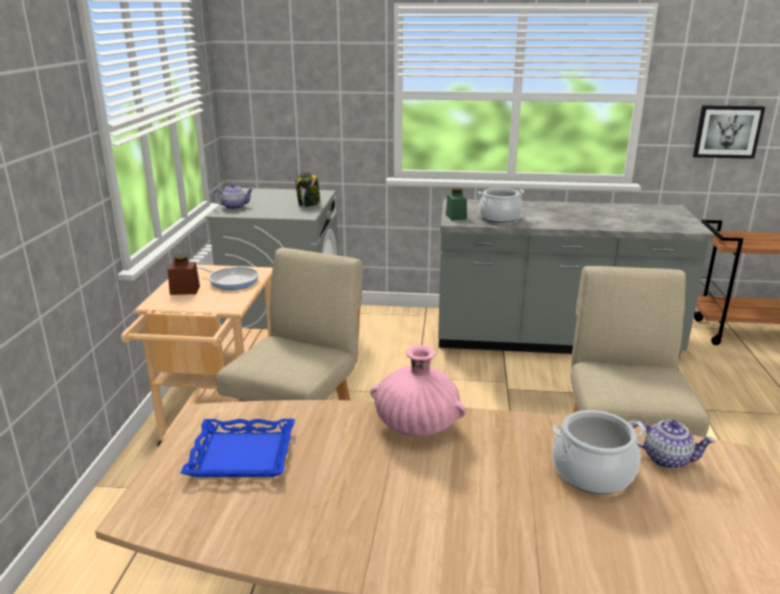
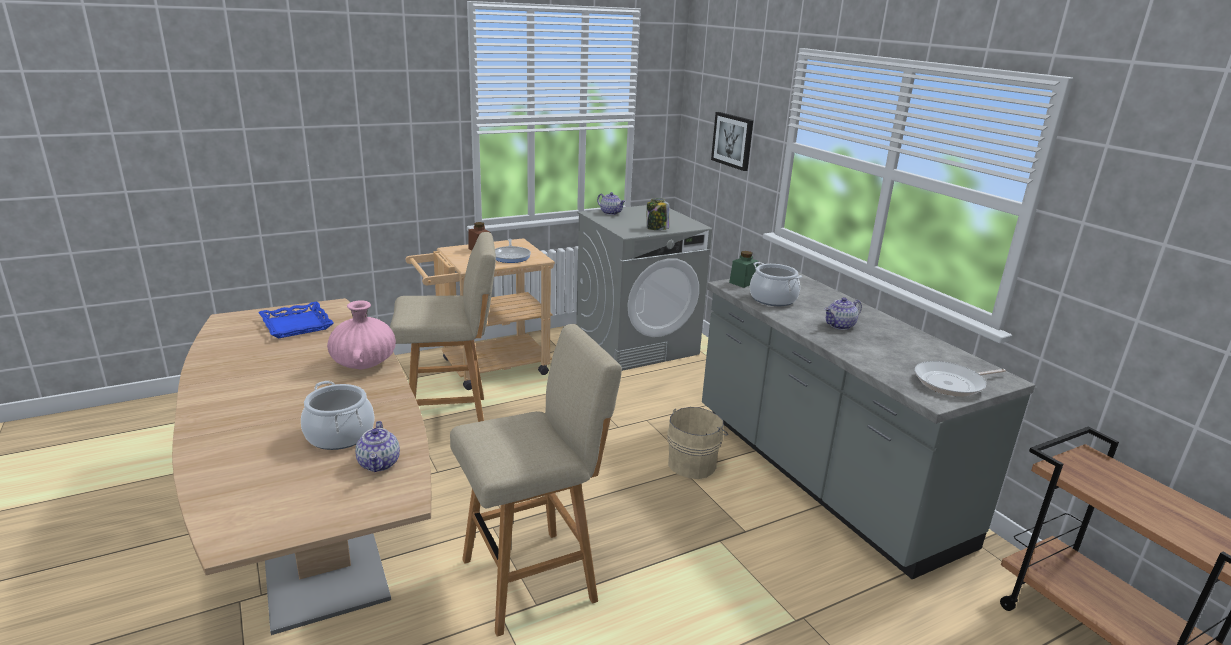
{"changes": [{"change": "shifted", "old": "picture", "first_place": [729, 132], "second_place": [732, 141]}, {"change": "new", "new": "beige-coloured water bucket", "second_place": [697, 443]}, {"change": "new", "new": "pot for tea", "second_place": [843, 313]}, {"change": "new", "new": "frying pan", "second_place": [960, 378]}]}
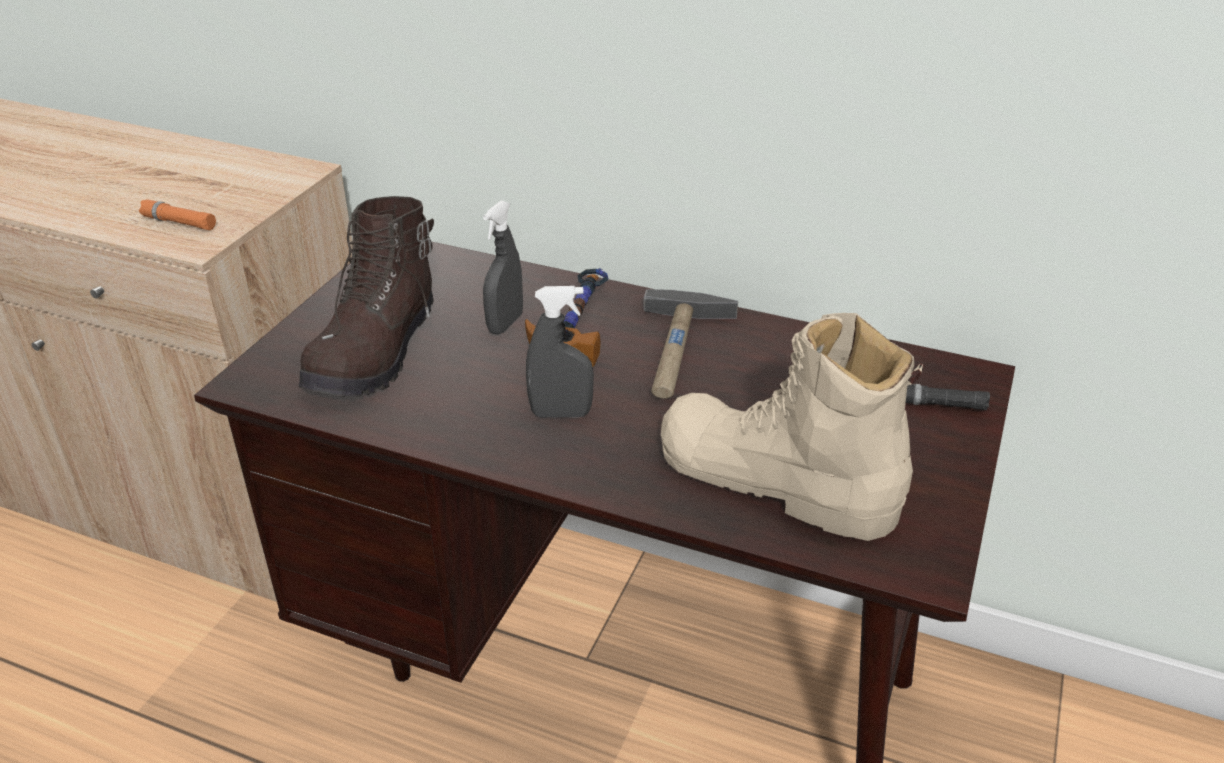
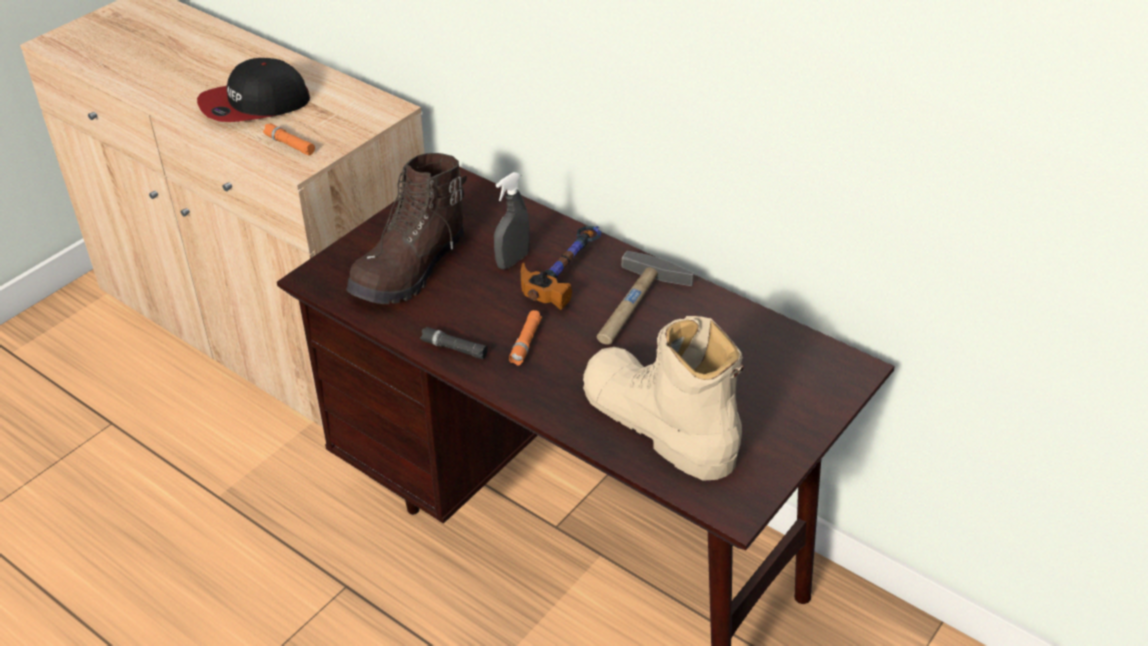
{"changes": [{"change": "swapped", "old": "grey spray bottle", "new": "orangey torch", "first_place": [560, 352], "second_place": [525, 338]}, {"change": "shifted", "old": "blackish torch", "first_place": [948, 397], "second_place": [454, 343]}, {"change": "new", "new": "cap", "second_place": [253, 90]}]}
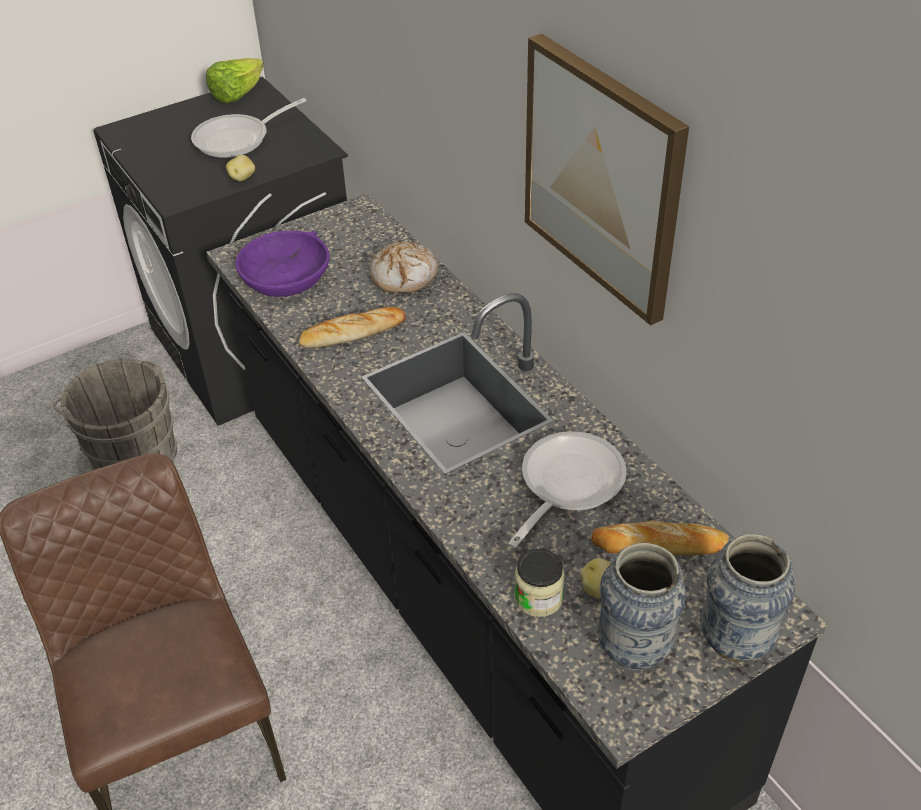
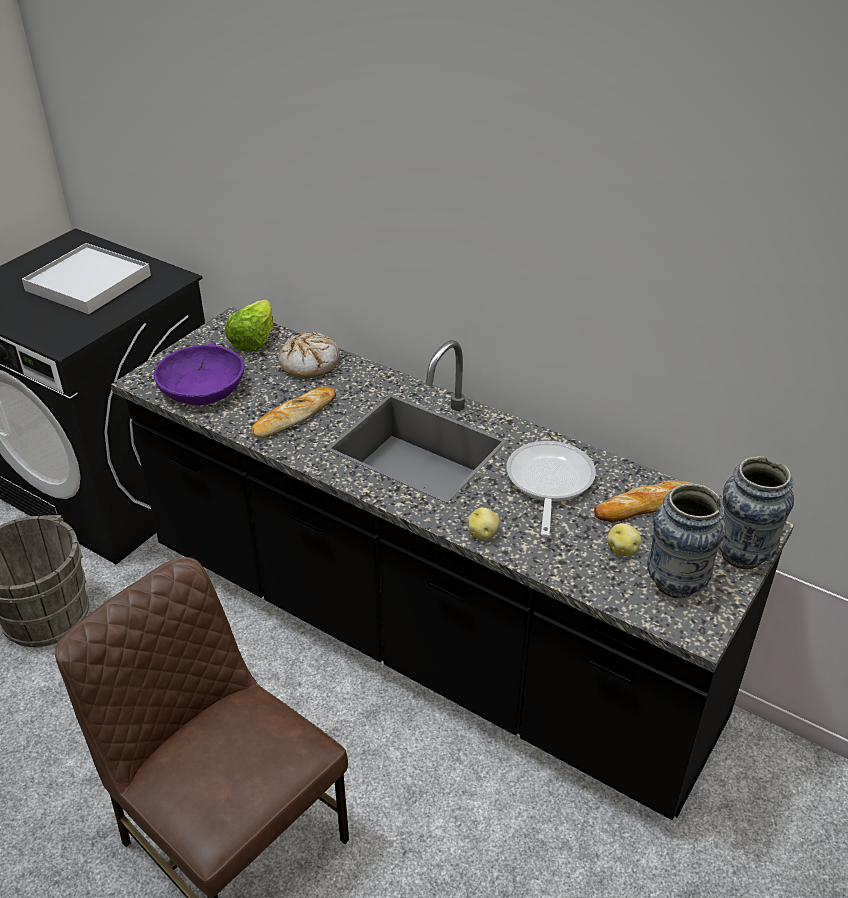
{"changes": [{"change": "swapped", "old": "frying pan", "new": "whitish serving tray", "first_place": [249, 128], "second_place": [86, 278]}, {"change": "shifted", "old": "lettuce head", "first_place": [235, 80], "second_place": [249, 325]}, {"change": "shifted", "old": "spud", "first_place": [240, 168], "second_place": [483, 523]}, {"change": "gone", "old": "preserve jar", "first_place": [539, 583]}, {"change": "gone", "old": "picture", "first_place": [607, 180]}]}
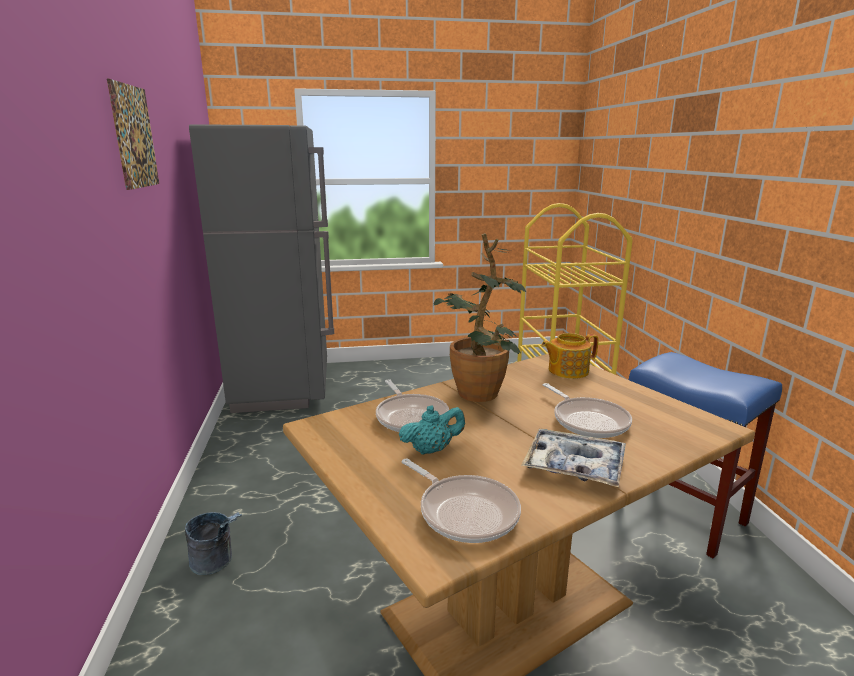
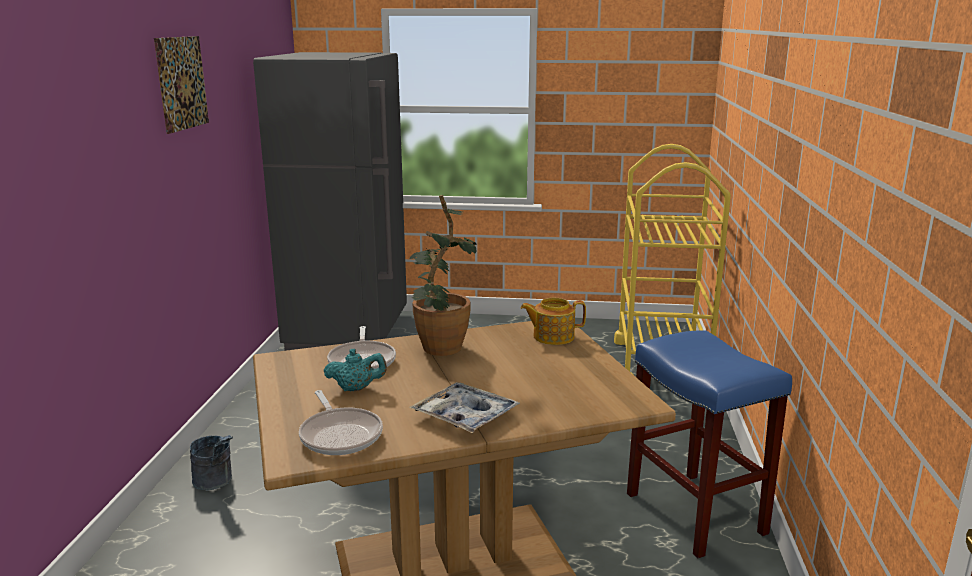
{"changes": [{"change": "gone", "old": "frying pan", "first_place": [587, 410]}]}
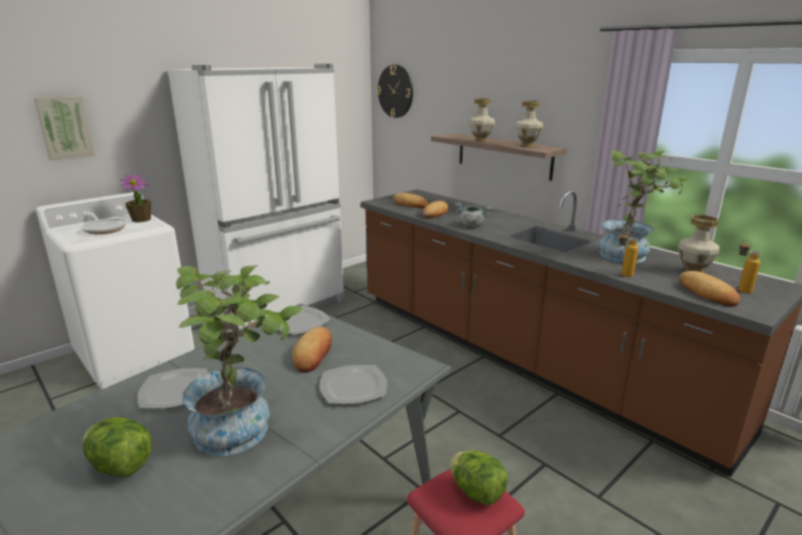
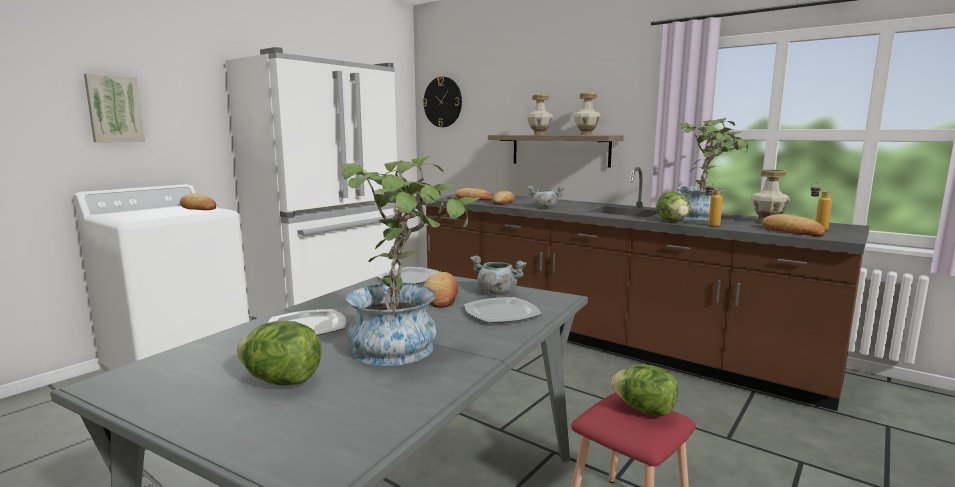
{"changes": [{"change": "gone", "old": "frying pan", "first_place": [103, 222]}, {"change": "swapped", "old": "potted plant", "new": "bakery bread", "first_place": [135, 198], "second_place": [198, 201]}, {"change": "new", "new": "grey saucepot", "second_place": [498, 275]}, {"change": "new", "new": "lettuce head", "second_place": [673, 206]}]}
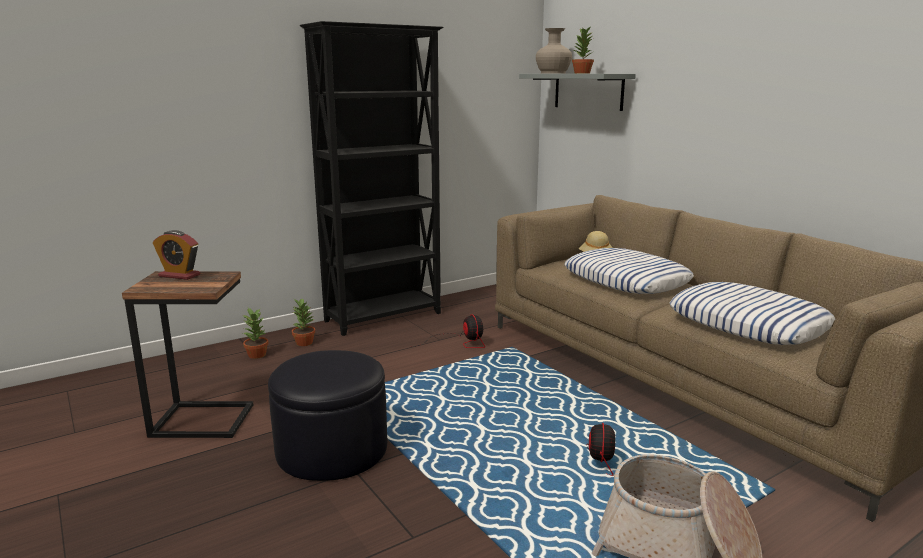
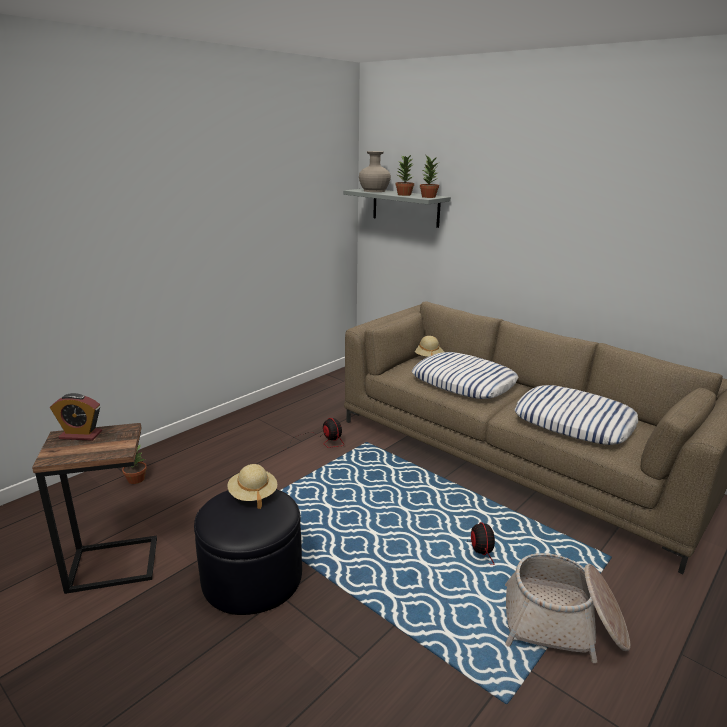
{"changes": [{"change": "shifted", "old": "potted plant", "first_place": [303, 322], "second_place": [429, 177]}, {"change": "gone", "old": "blackish bookshelf", "first_place": [372, 178]}, {"change": "new", "new": "beige-coloured clothing hat", "second_place": [252, 486]}]}
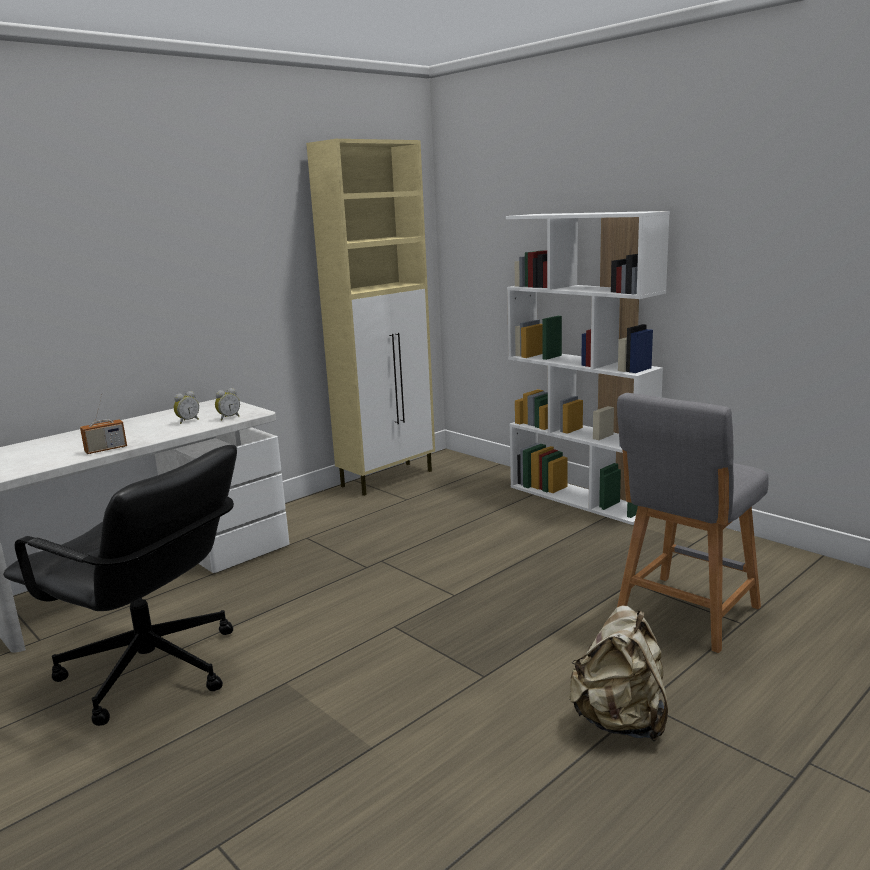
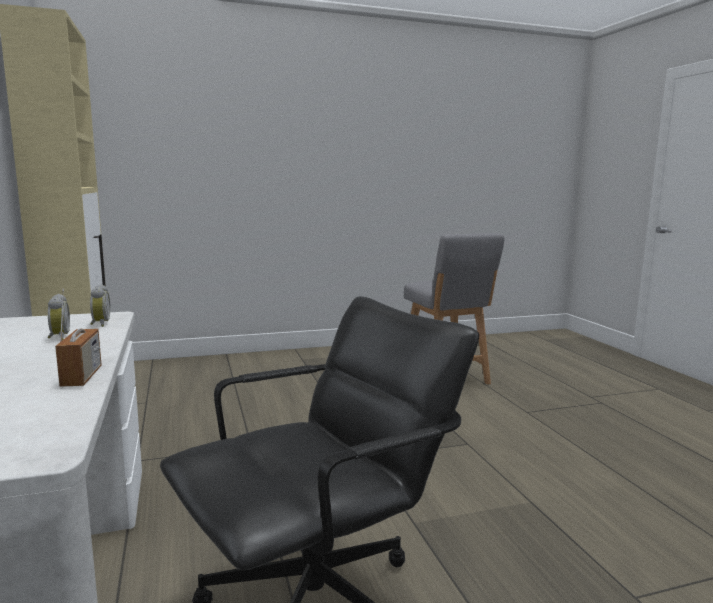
{"changes": [{"change": "gone", "old": "whitish bookshelf", "first_place": [588, 368]}, {"change": "gone", "old": "beige-coloured backpack", "first_place": [619, 673]}]}
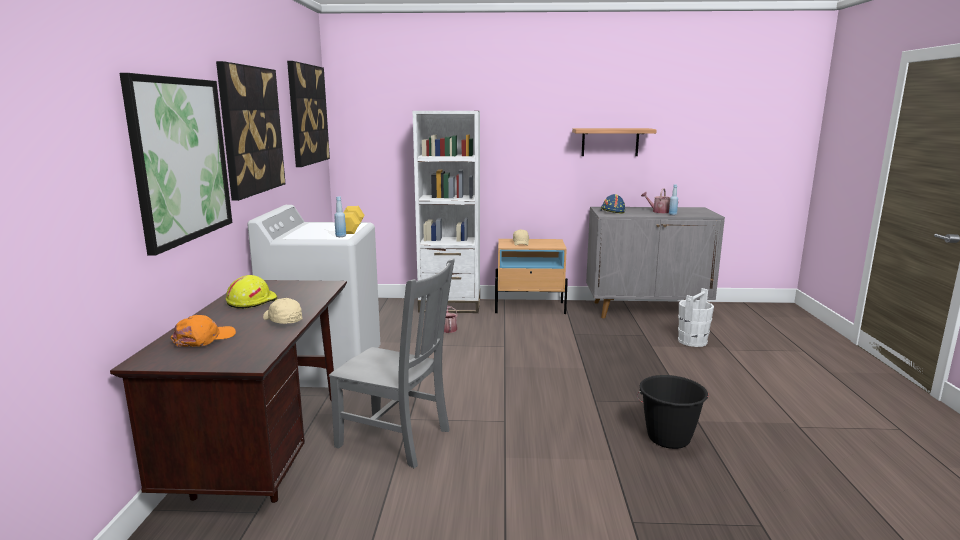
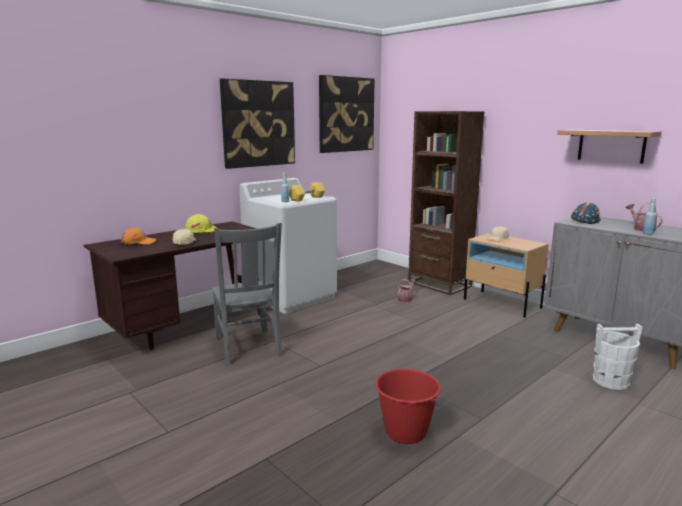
{"changes": [{"change": "gone", "old": "picture", "first_place": [175, 164]}, {"change": "repainted", "old": "whitish bookshelf", "new": "brownish bookshelf", "first_place": [446, 212], "second_place": [446, 203]}, {"change": "repainted", "old": "blackish water bucket", "new": "reddish water bucket", "first_place": [672, 412], "second_place": [408, 406]}]}
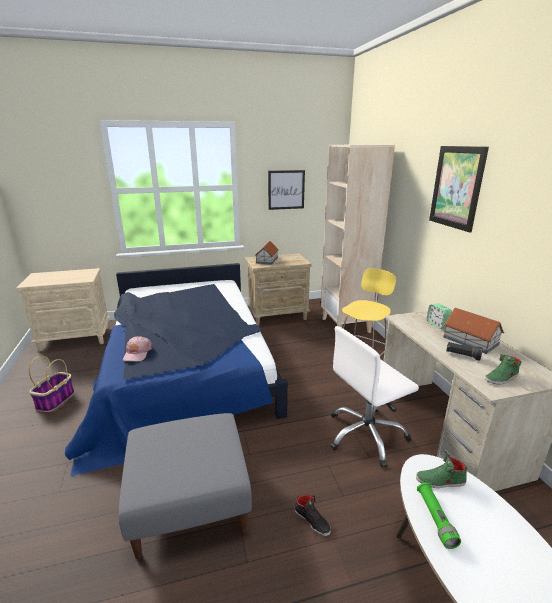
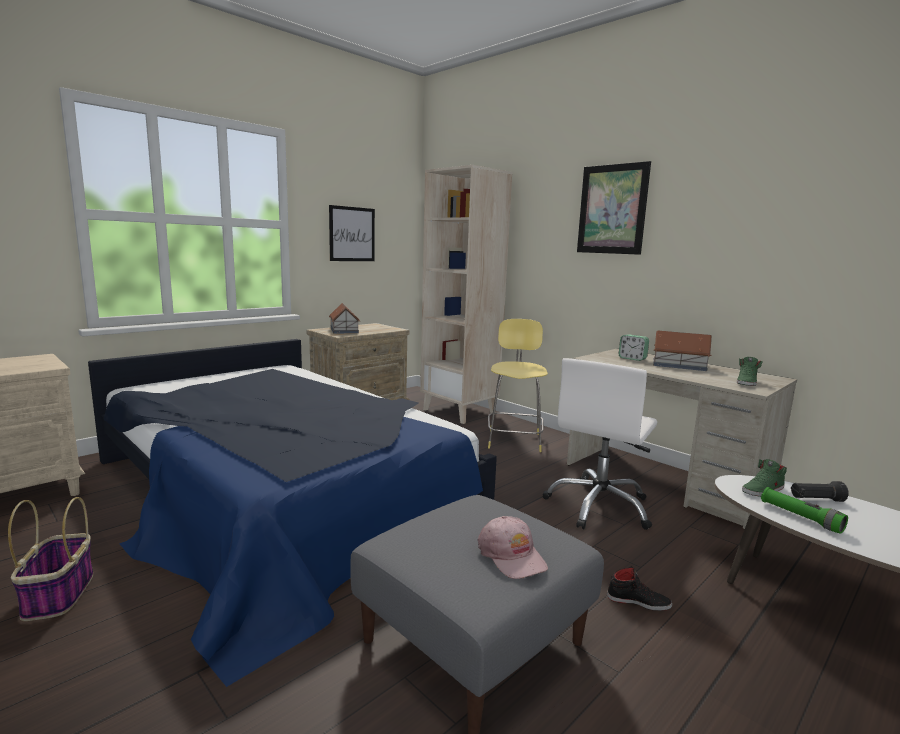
{"changes": [{"change": "shifted", "old": "pink-coloured cap", "first_place": [137, 348], "second_place": [513, 547]}, {"change": "shifted", "old": "blackish torch", "first_place": [464, 351], "second_place": [820, 491]}]}
